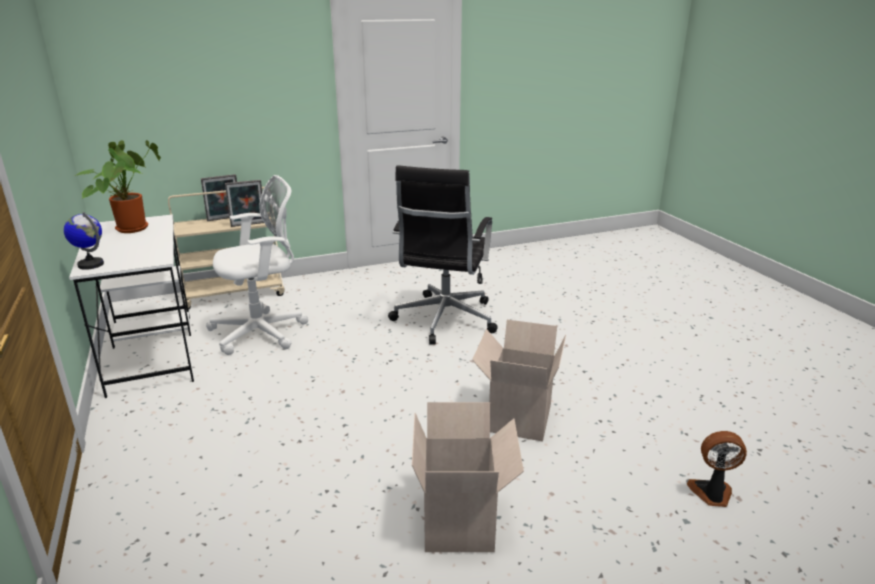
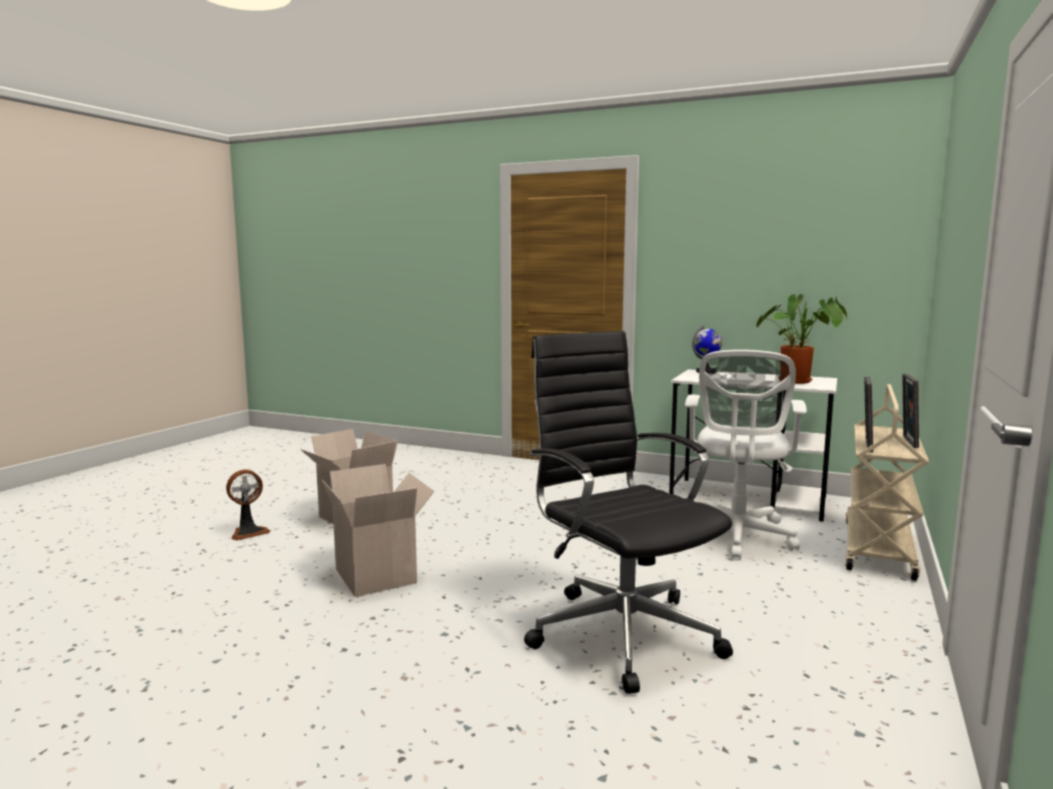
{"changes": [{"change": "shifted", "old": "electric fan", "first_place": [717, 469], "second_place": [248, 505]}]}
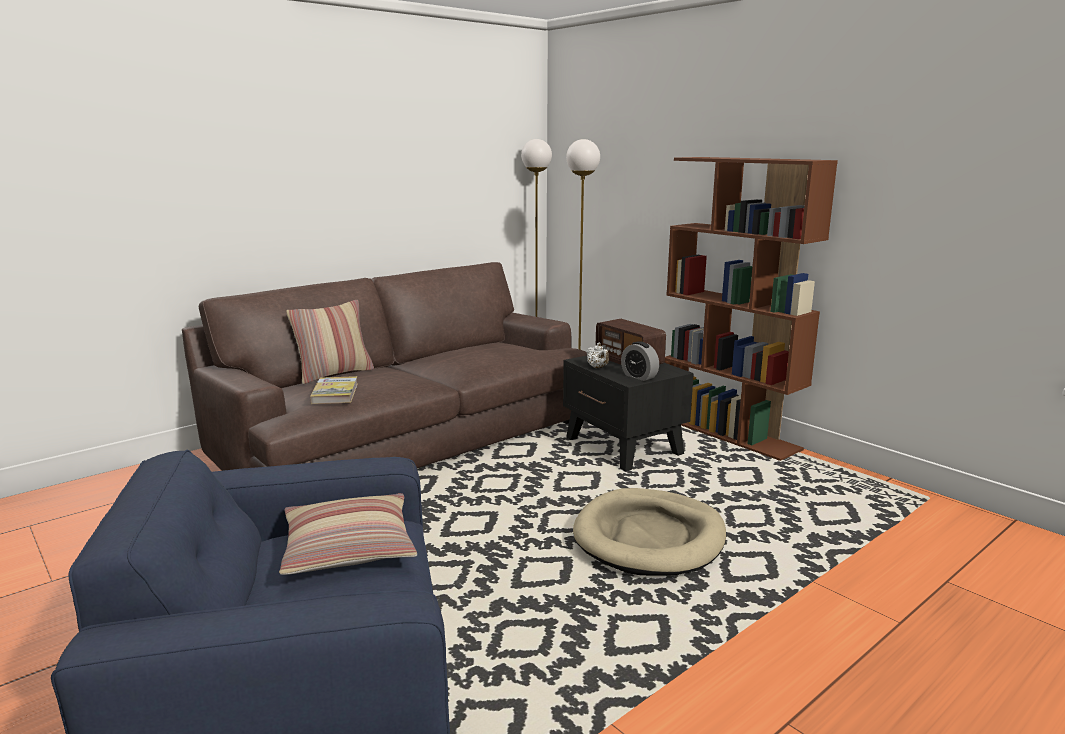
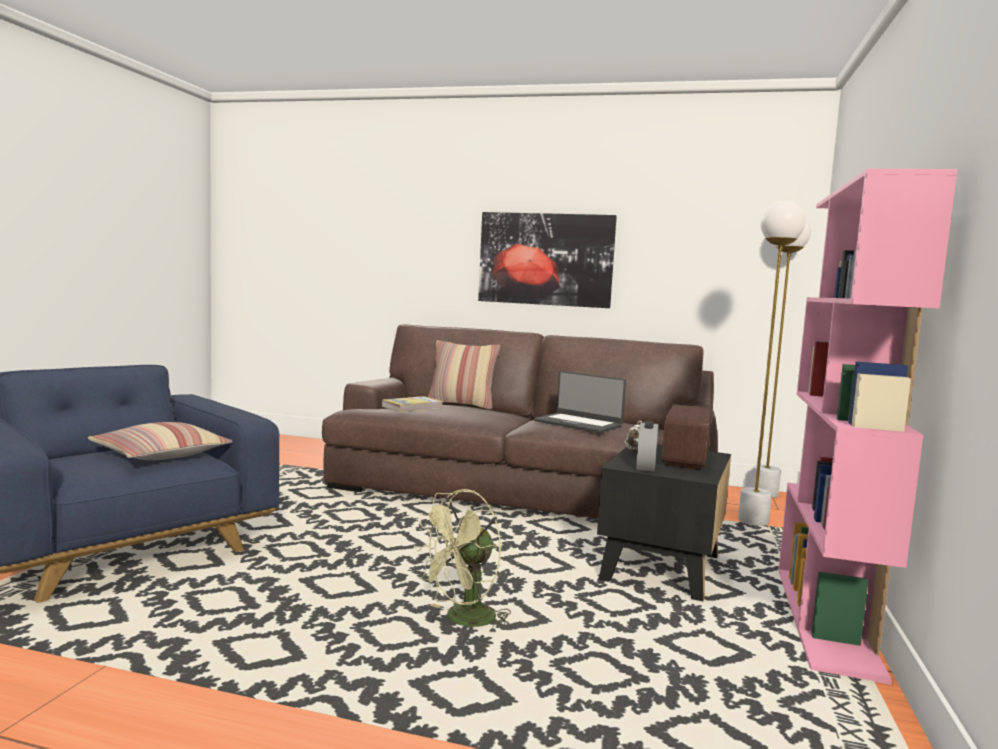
{"changes": [{"change": "swapped", "old": "beige-coloured dog bed", "new": "greenish electric fan", "first_place": [649, 532], "second_place": [462, 561]}, {"change": "repainted", "old": "brownish bookshelf", "new": "pink-coloured bookshelf", "first_place": [751, 309], "second_place": [868, 427]}, {"change": "new", "new": "picture", "second_place": [547, 260]}, {"change": "new", "new": "portable computer", "second_place": [580, 402]}]}
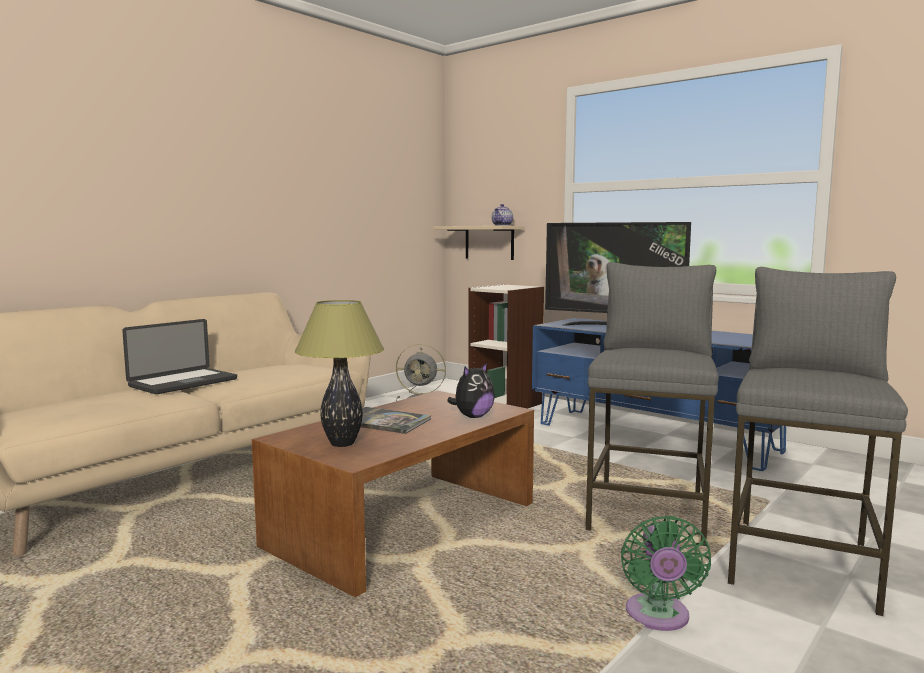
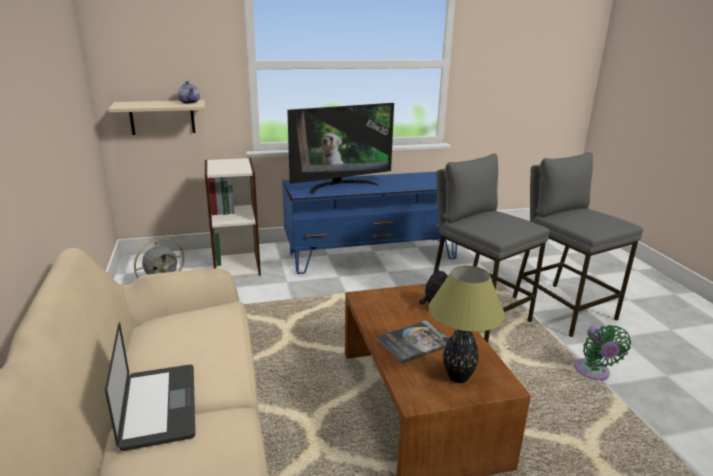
{"changes": [{"change": "rotated", "old": "greenish electric fan", "first_place": [666, 573], "second_place": [602, 353], "degrees": 45}]}
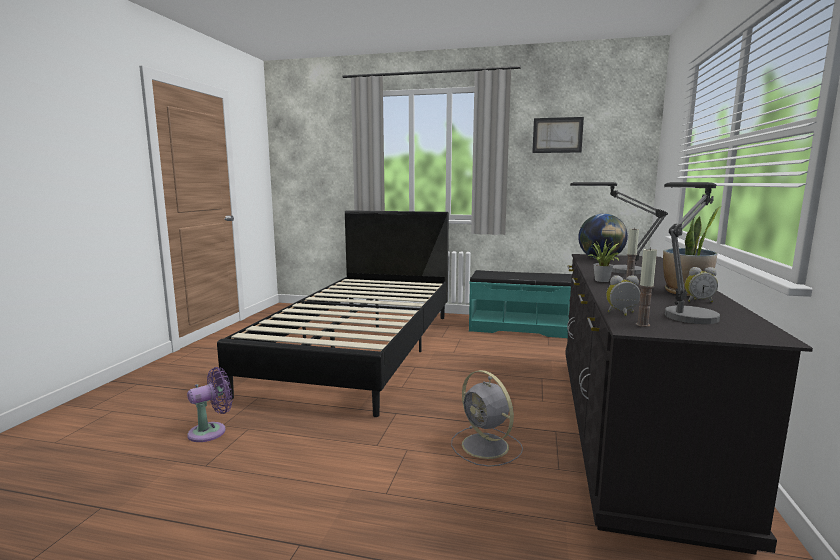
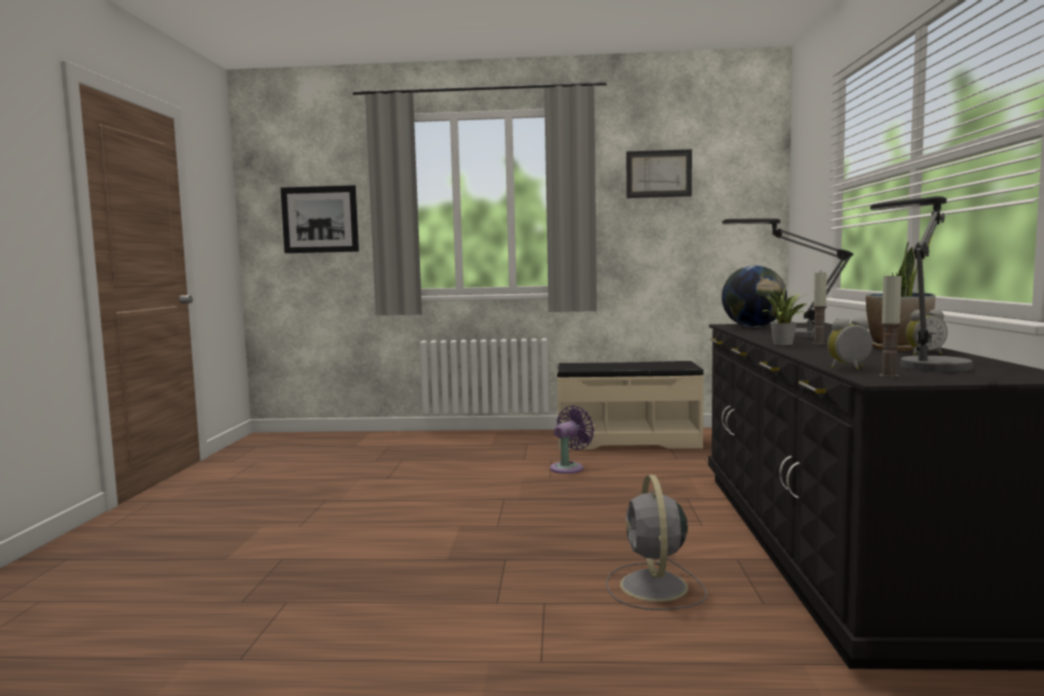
{"changes": [{"change": "shifted", "old": "purple-coloured electric fan", "first_place": [210, 404], "second_place": [572, 439]}, {"change": "gone", "old": "blackish sleeping bed", "first_place": [333, 313]}, {"change": "rotated", "old": "grey electric fan", "first_place": [487, 418], "second_place": [656, 542], "degrees": 45}, {"change": "repainted", "old": "blue-green bench", "new": "beige-coloured bench", "first_place": [520, 304], "second_place": [630, 405]}, {"change": "new", "new": "picture", "second_place": [320, 219]}]}
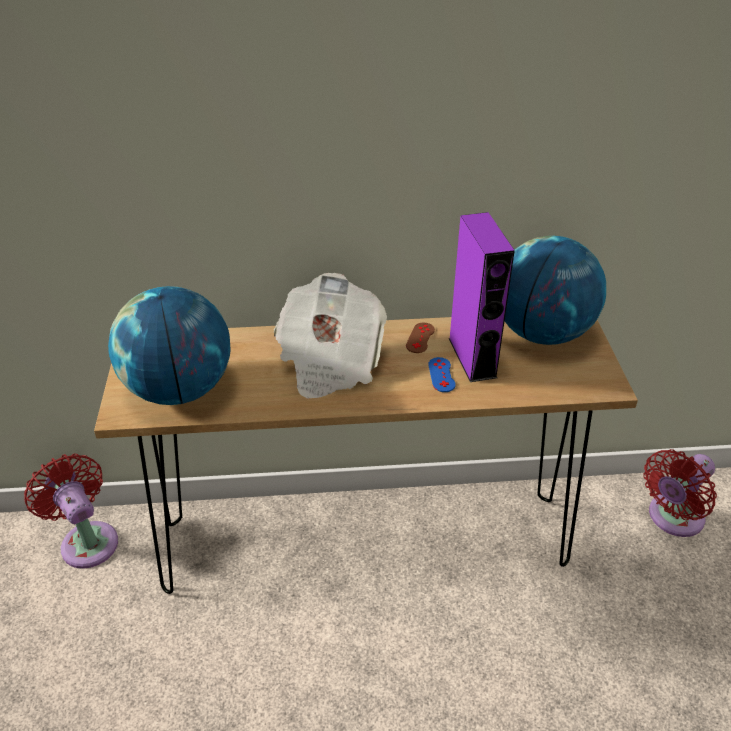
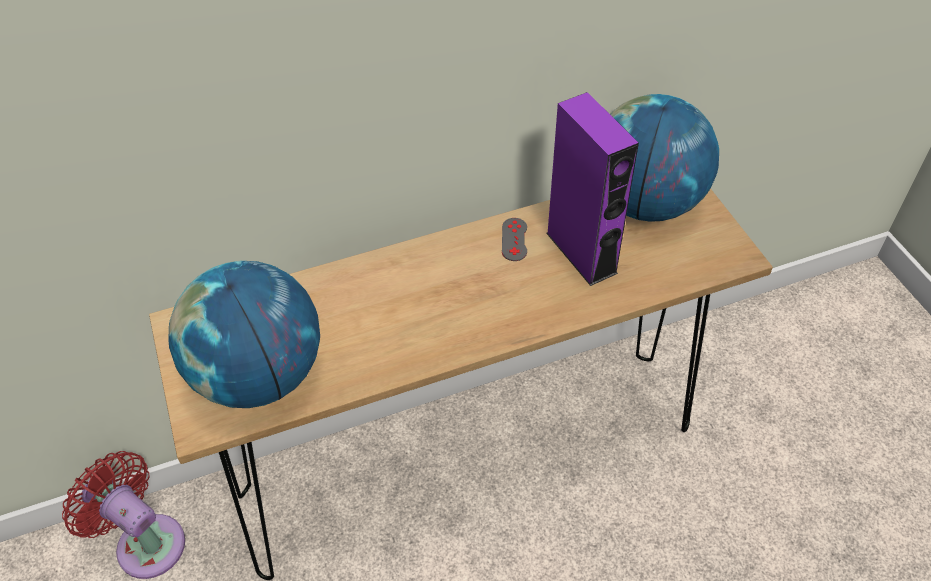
{"changes": [{"change": "gone", "old": "daily paper", "first_place": [330, 336]}, {"change": "repainted", "old": "brownish gamepad", "new": "grey gamepad", "first_place": [420, 338], "second_place": [514, 239]}, {"change": "gone", "old": "blue gamepad", "first_place": [442, 374]}, {"change": "gone", "old": "reddish electric fan", "first_place": [680, 493]}]}
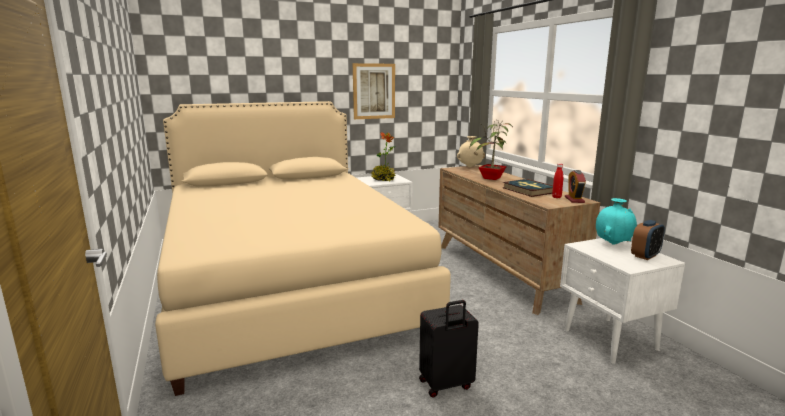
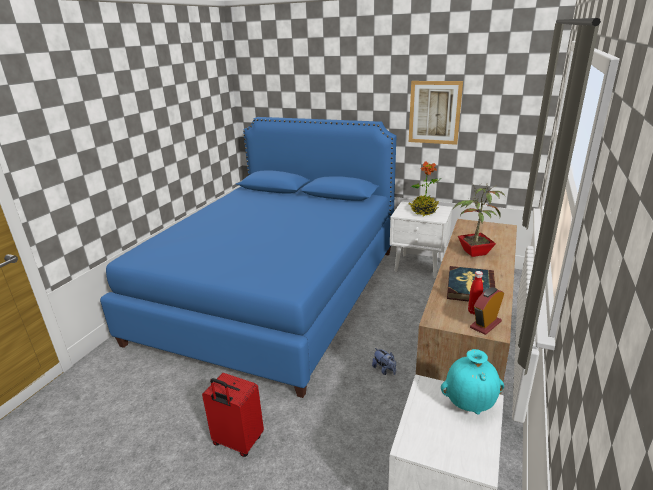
{"changes": [{"change": "repainted", "old": "beige-coloured sleeping bed", "new": "blue sleeping bed", "first_place": [303, 248], "second_place": [248, 257]}, {"change": "repainted", "old": "blackish suitcase", "new": "reddish suitcase", "first_place": [449, 348], "second_place": [233, 415]}, {"change": "gone", "old": "beige-coloured decorative vase", "first_place": [471, 151]}, {"change": "gone", "old": "bedside clock", "first_place": [648, 240]}, {"change": "new", "new": "plush toy", "second_place": [384, 361]}]}
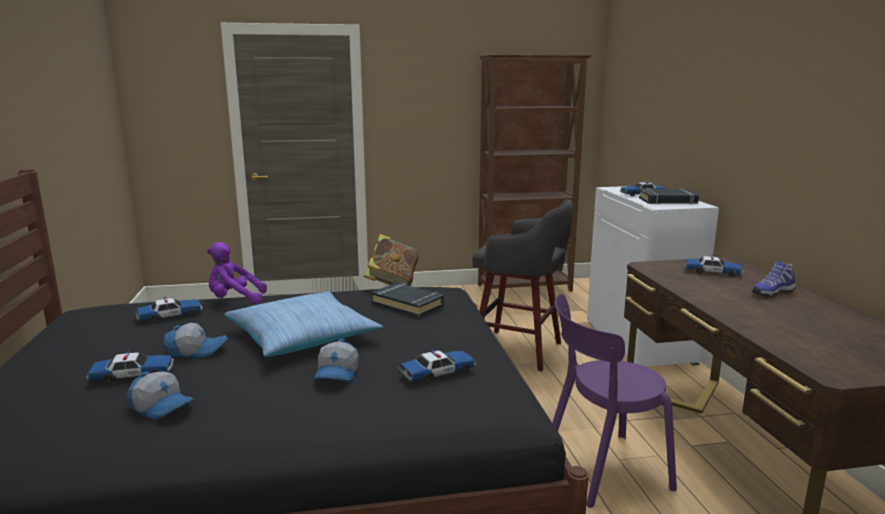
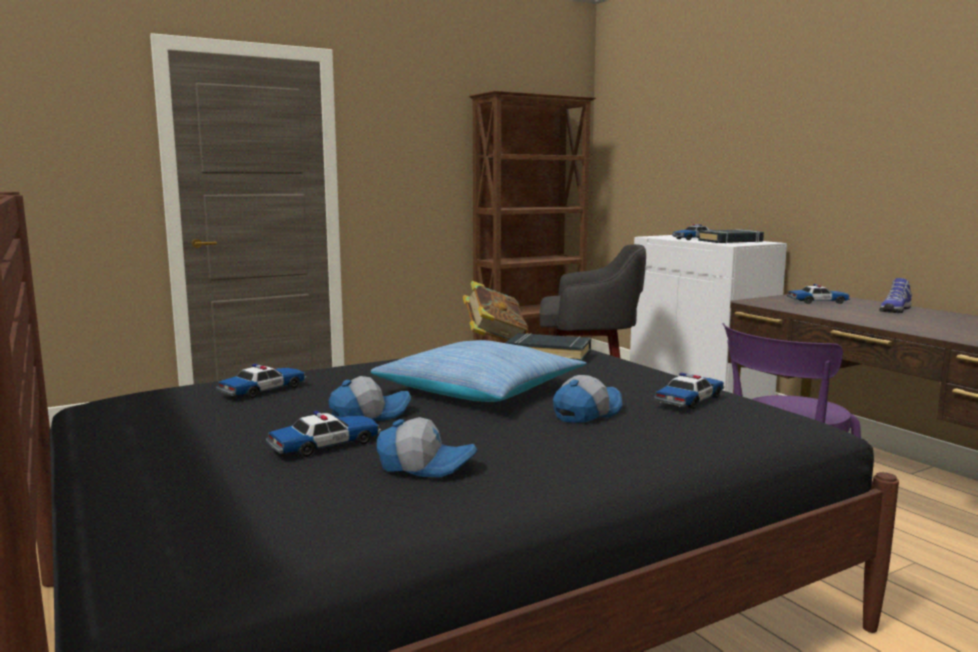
{"changes": [{"change": "gone", "old": "purple-coloured plush toy", "first_place": [237, 273]}, {"change": "rotated", "old": "cap", "first_place": [336, 360], "second_place": [588, 399], "degrees": -120}]}
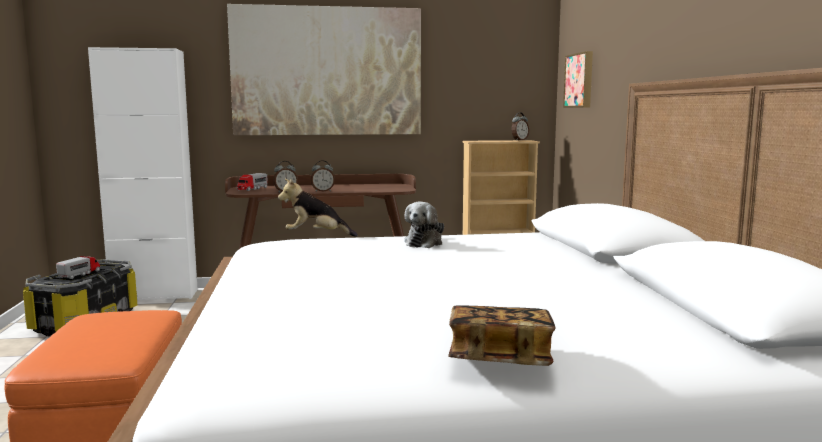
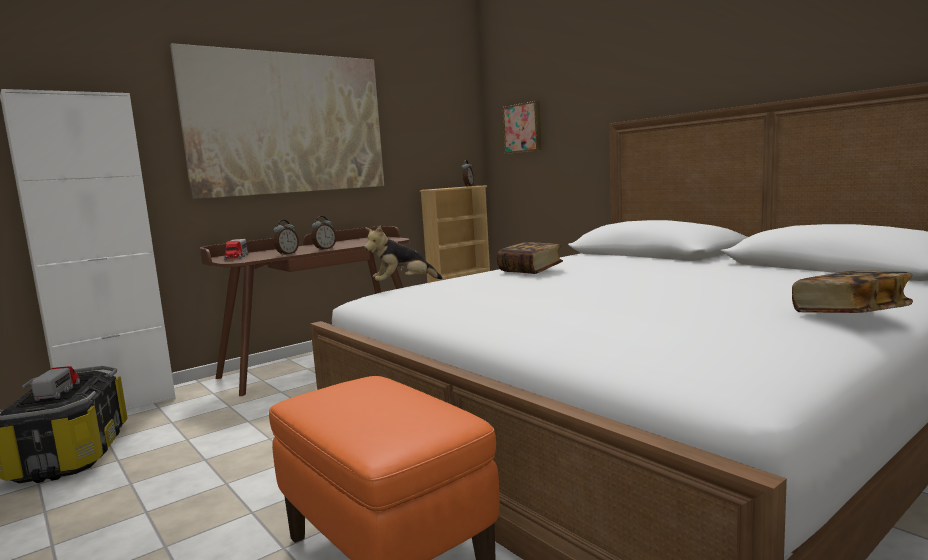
{"changes": [{"change": "swapped", "old": "plush toy", "new": "bound book", "first_place": [424, 225], "second_place": [530, 258]}]}
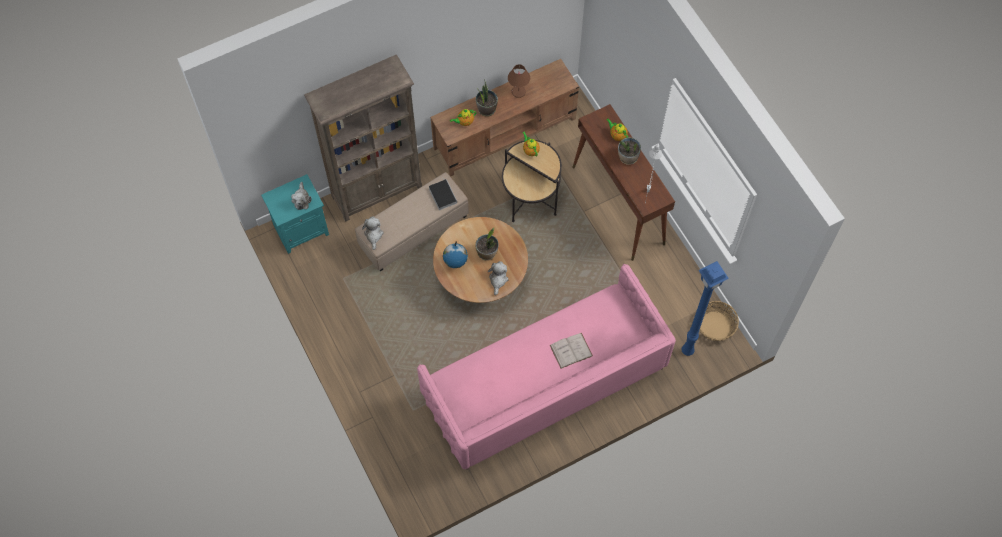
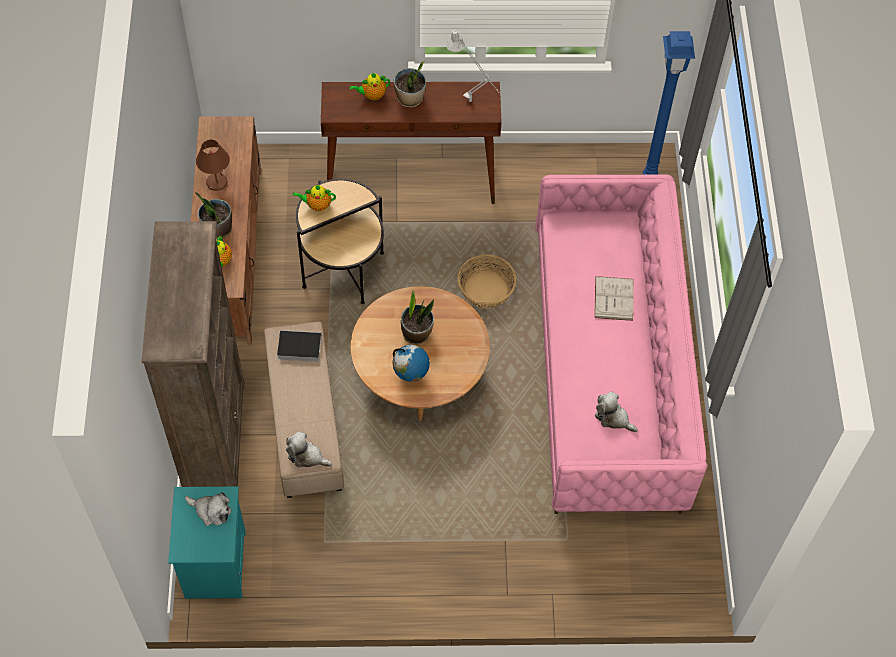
{"changes": [{"change": "shifted", "old": "plush toy", "first_place": [498, 278], "second_place": [616, 411]}, {"change": "shifted", "old": "basket", "first_place": [719, 321], "second_place": [487, 281]}]}
